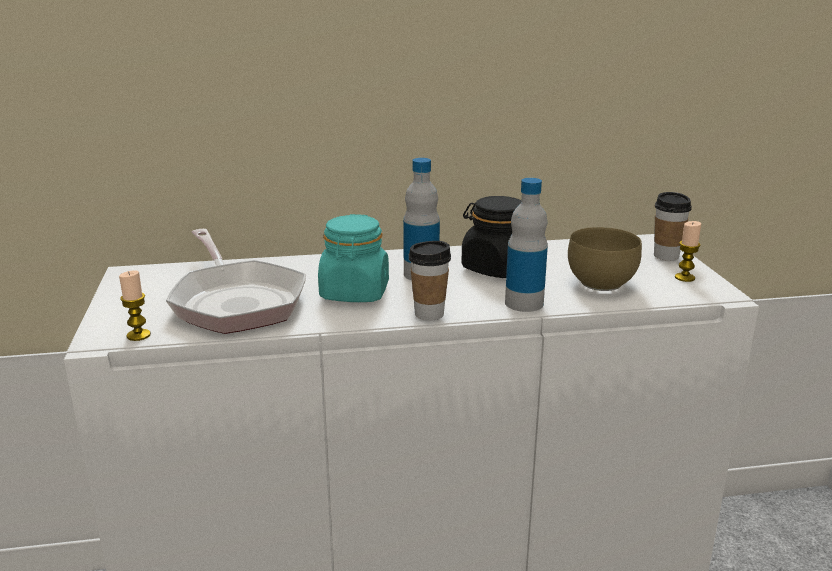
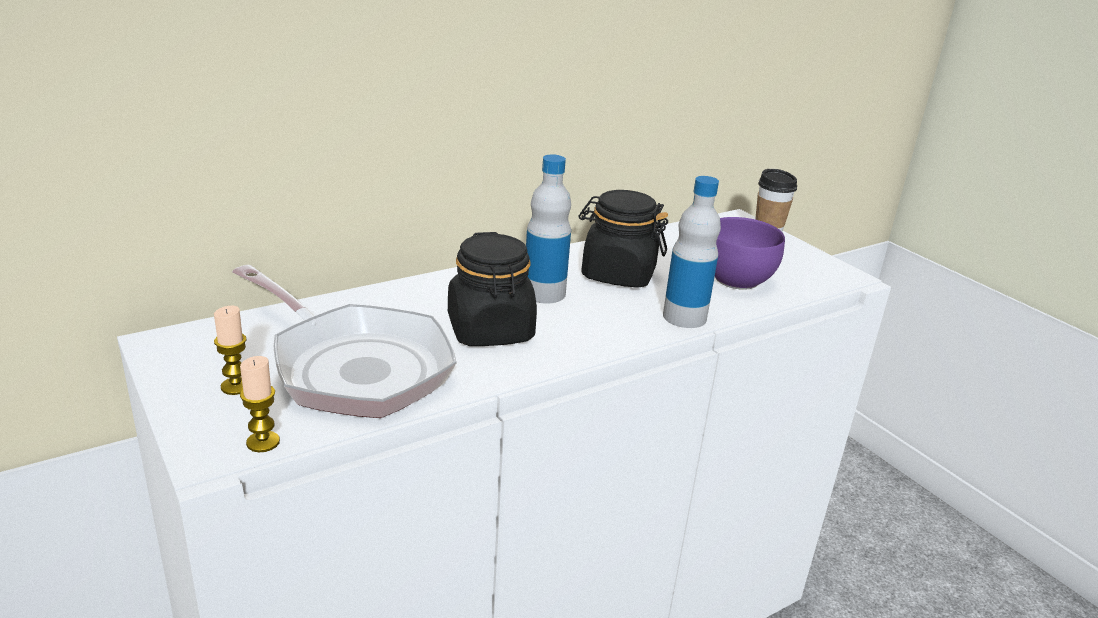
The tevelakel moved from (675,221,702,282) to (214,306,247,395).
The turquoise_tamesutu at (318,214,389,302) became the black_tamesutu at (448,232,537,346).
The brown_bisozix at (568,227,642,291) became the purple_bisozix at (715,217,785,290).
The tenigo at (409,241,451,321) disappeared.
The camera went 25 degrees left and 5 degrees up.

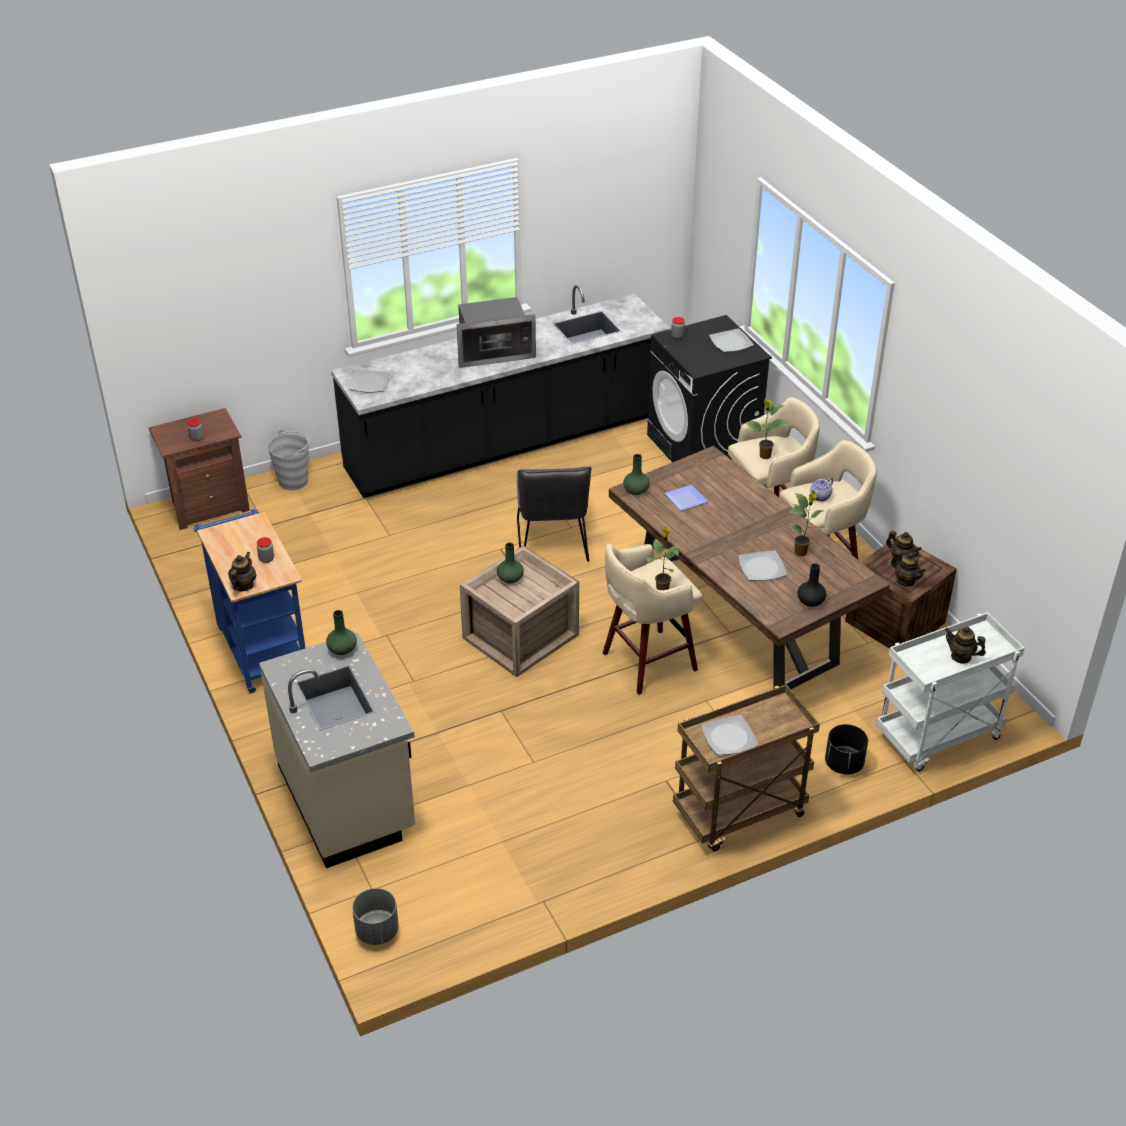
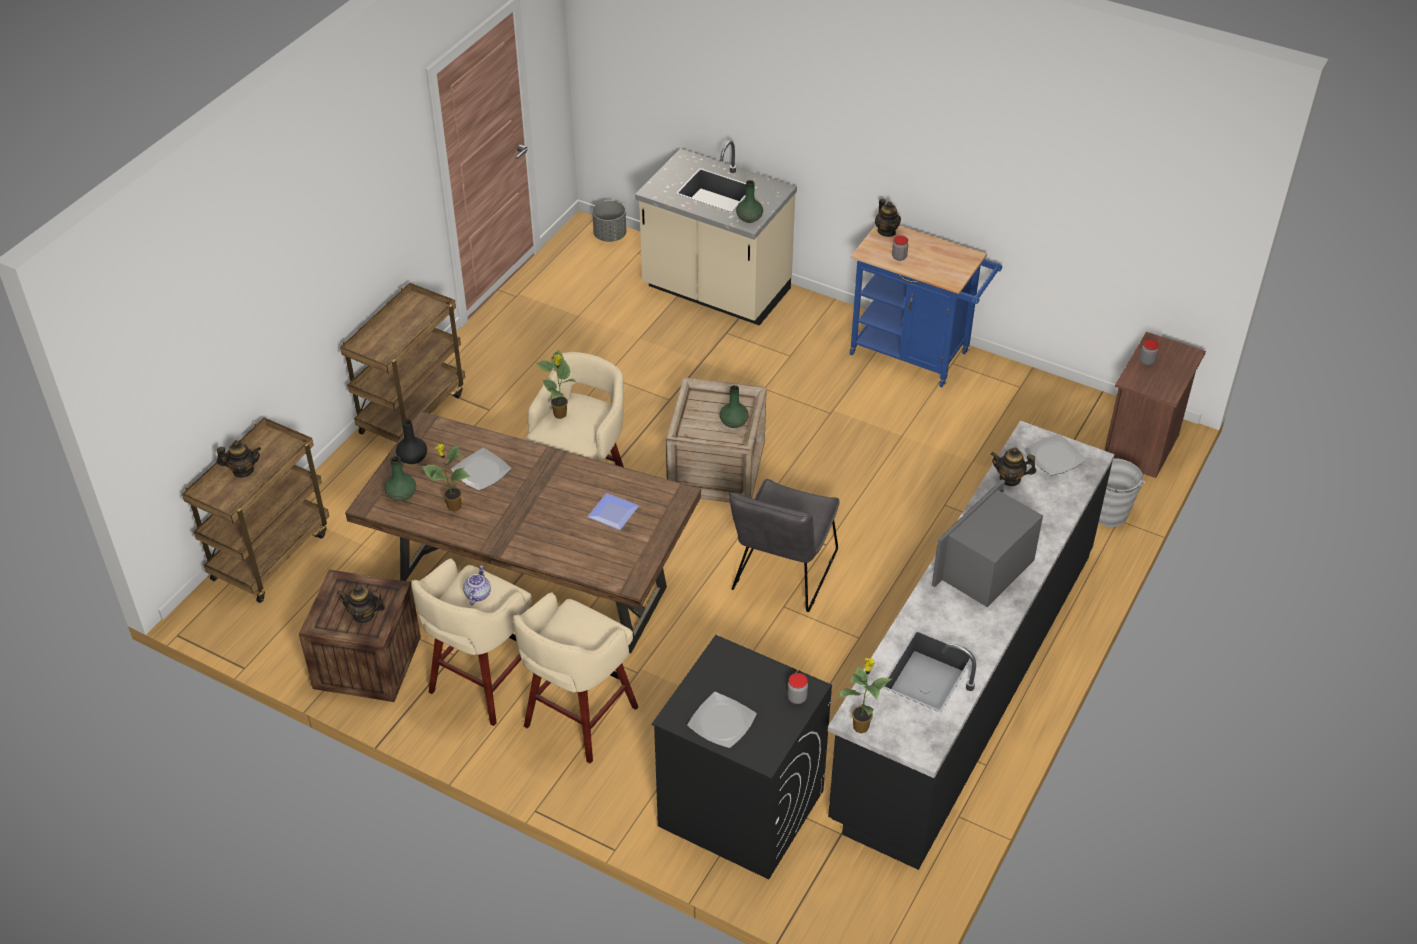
The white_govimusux at (876,612,1025,771) became the brown_govimusux at (182,418,329,603).
The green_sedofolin moved from (623,454,650,495) to (384,456,416,501).
The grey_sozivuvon at (517,467,592,562) turned 120 degrees counterclockwise.
The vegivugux moved from (745,399,789,459) to (838,658,892,734).
The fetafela moved from (891,551,926,586) to (991,447,1036,486).
The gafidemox at (701,715,758,755) disappeared.
The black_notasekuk at (825,724,868,775) disappeared.
The camera went 145 degrees right and 5 degrees up.

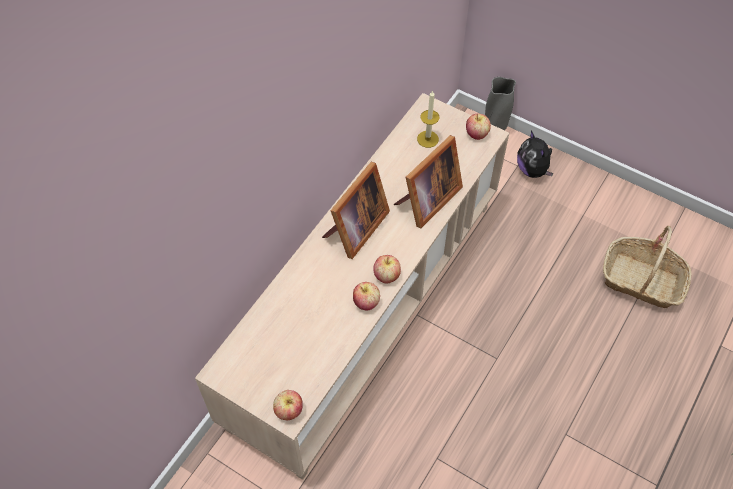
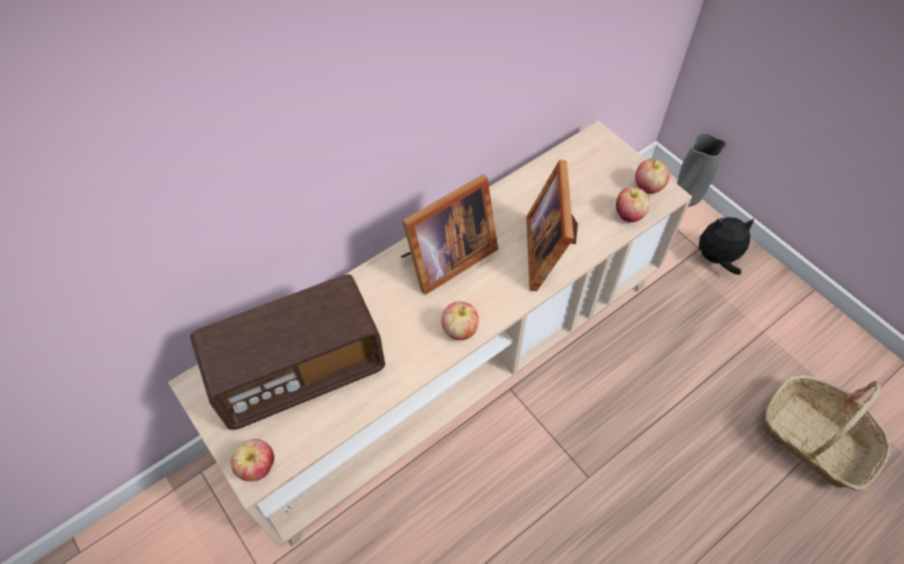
The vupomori at (190,274,385,430) appeared.
The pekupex at (394,135,463,229) turned 120 degrees clockwise.
The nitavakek moved from (353,282,380,310) to (616,187,650,222).
The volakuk at (517,130,554,178) turned 90 degrees clockwise.
The tevelakel at (417,90,440,148) disappeared.
The camera went 20 degrees right and 0 degrees up.

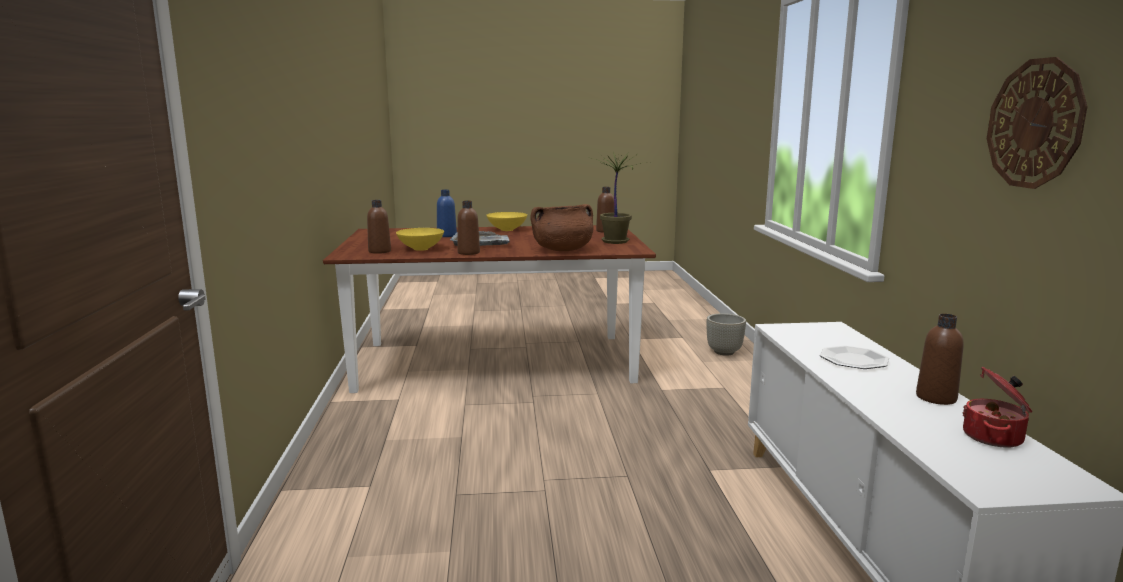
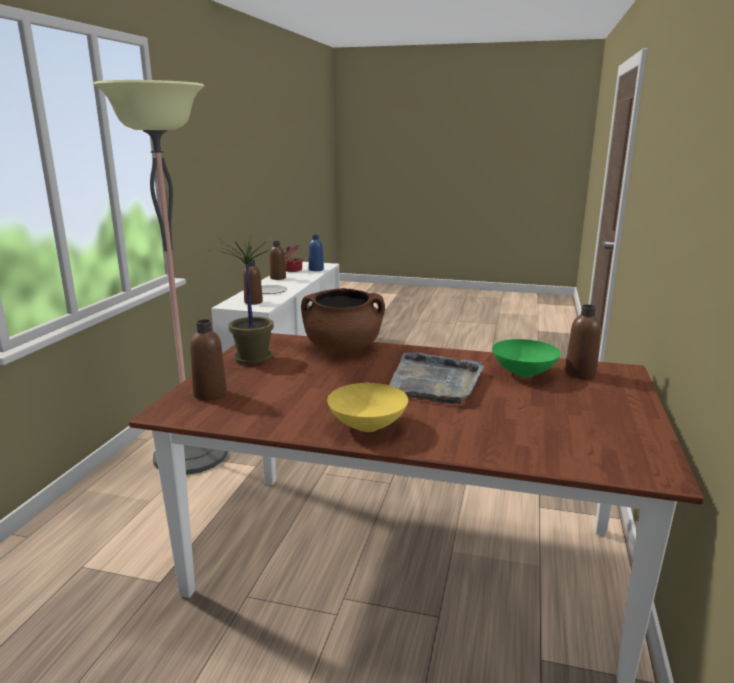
The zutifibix at (93,80,228,475) appeared.
The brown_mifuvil moved from (457,201,480,255) to (243,260,263,305).
The blue_mifuvil moved from (437,190,457,237) to (309,235,324,271).
The yellow_bisozix at (396,228,444,251) became the green_bisozix at (492,339,561,377).
The grey_notasekuk at (706,313,746,356) disappeared.
The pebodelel at (987,57,1088,189) disappeared.
The camera went 160 degrees left and 5 degrees up.

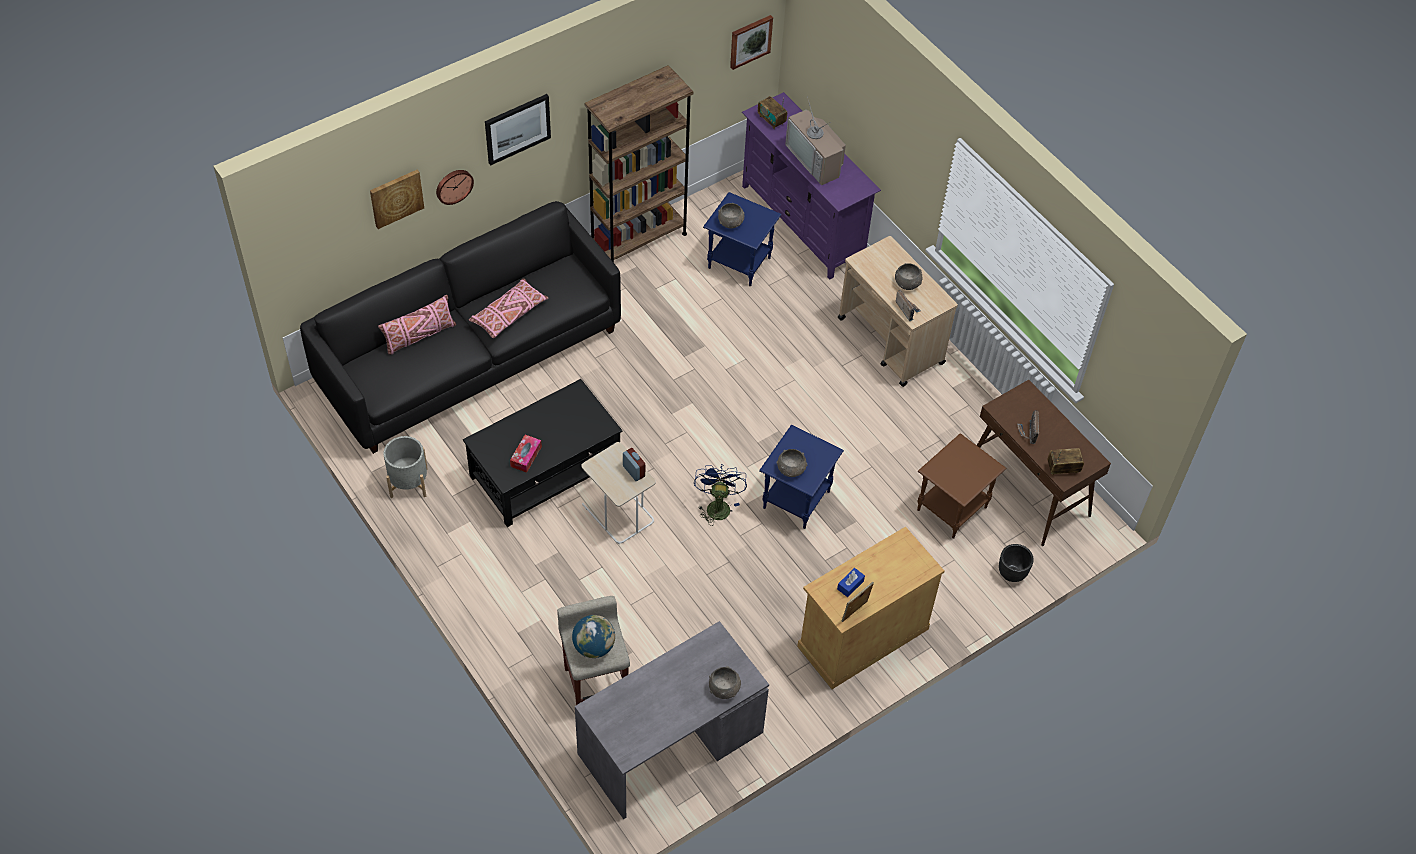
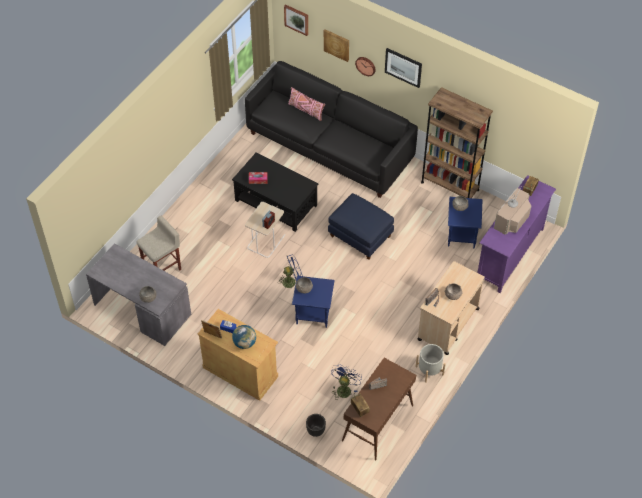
The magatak moved from (572,615,615,658) to (232,325,256,349).
The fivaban moved from (730,15,773,70) to (284,4,308,36).
The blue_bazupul at (328,193,394,260) appeared.
The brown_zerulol at (917,433,1006,539) was replaced by the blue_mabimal at (331,364,362,399).
The grey_notasekuk moved from (384,436,428,498) to (416,344,446,383).
The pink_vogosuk at (469,278,548,338) disappeared.
The camera went 70 degrees right and 0 degrees up.

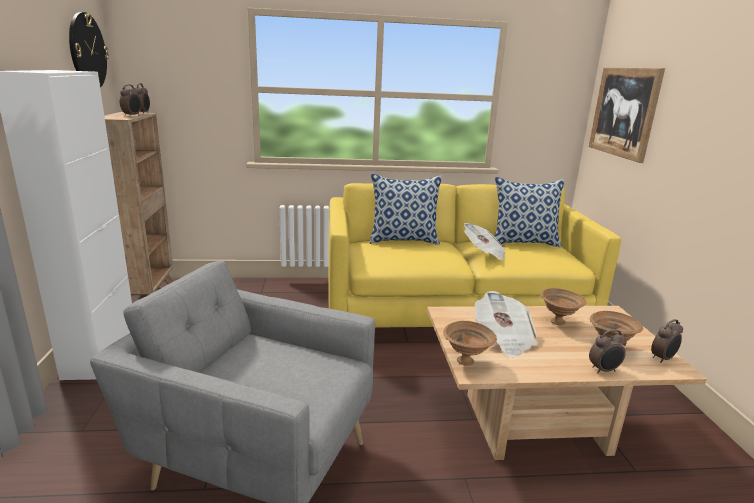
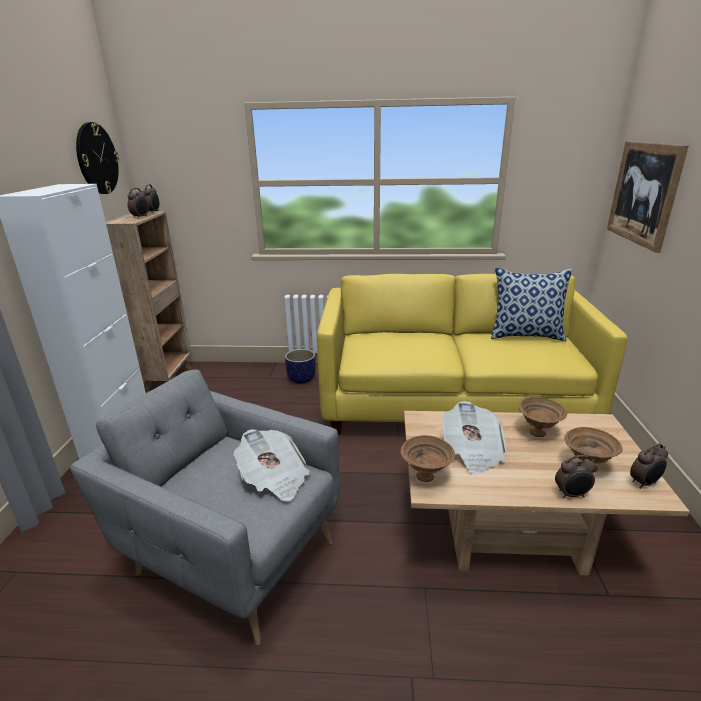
The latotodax moved from (464,223,505,260) to (234,429,310,502).
The notasekuk at (285,349,316,384) appeared.
The vogosuk at (370,174,442,245) disappeared.
The camera went 10 degrees right and 5 degrees up.

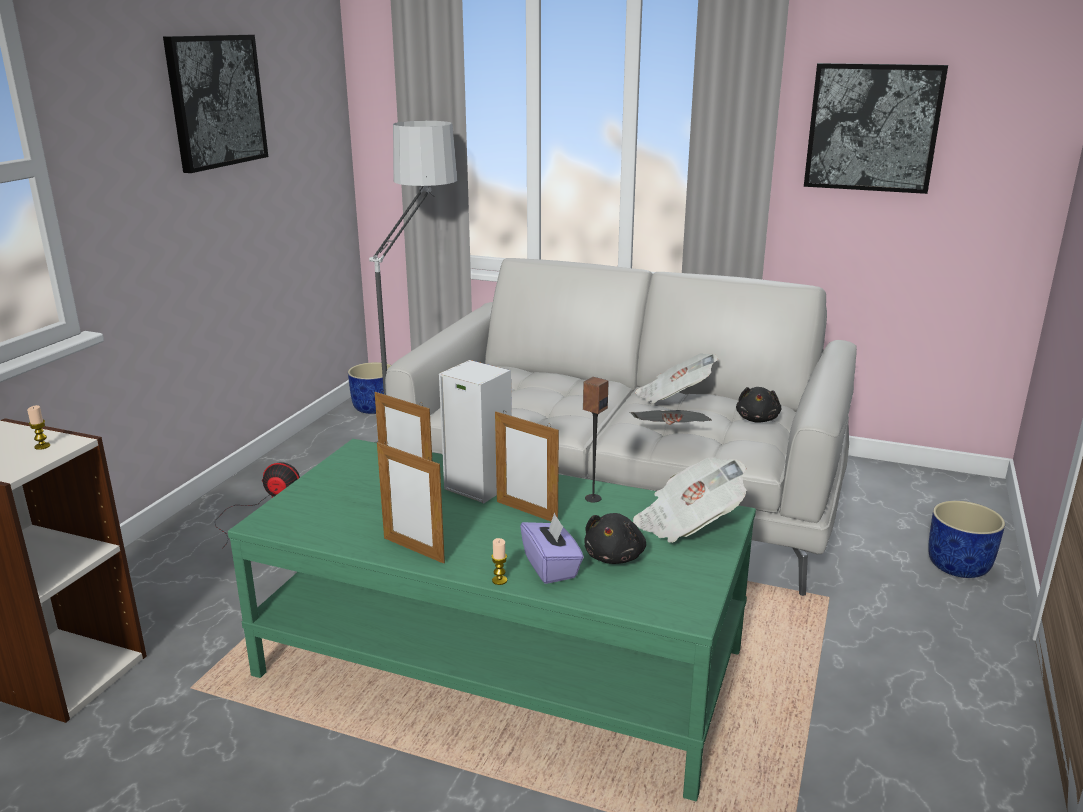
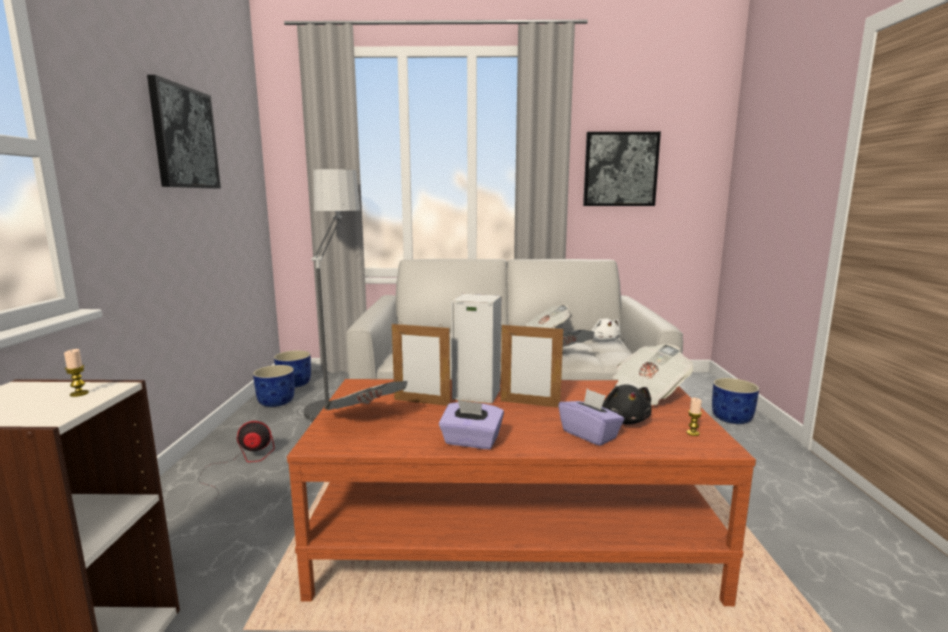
The blue_notasekuk at (253,365,294,407) appeared.
The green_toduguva at (228,439,756,801) became the brown_toduguva at (287,379,756,606).
The latotodax at (324,381,408,410) appeared.
The pekupex at (377,442,445,564) was replaced by the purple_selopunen at (439,399,504,449).
The black_volakuk at (736,387,781,422) became the white_volakuk at (591,319,620,342).
The tevelakel moved from (491,538,507,585) to (686,398,702,436).
The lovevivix at (583,377,609,503) disappeared.
The camera went 20 degrees left and 10 degrees down.

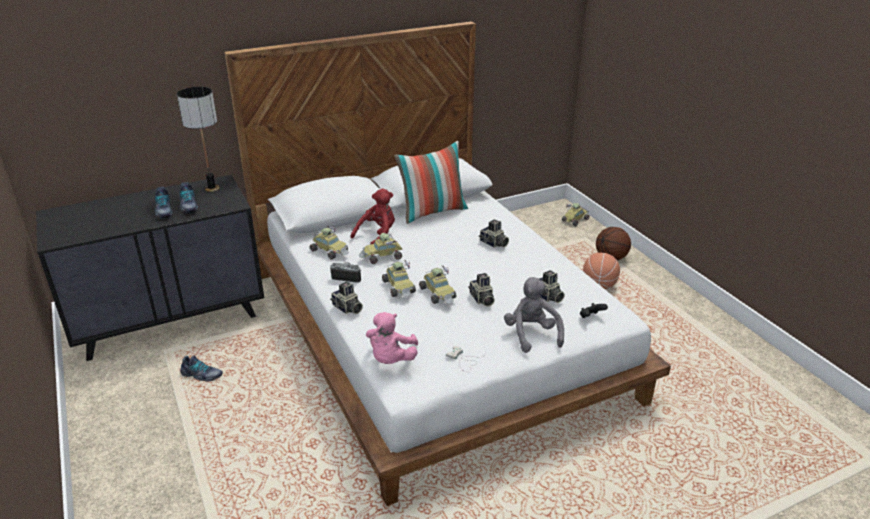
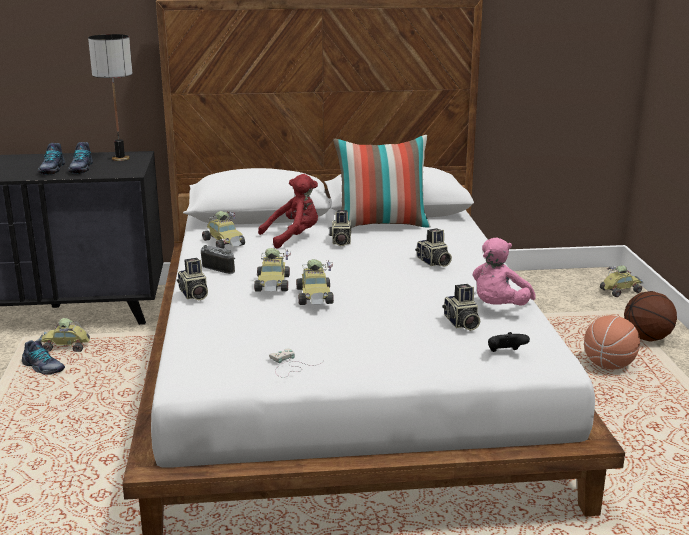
The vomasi moved from (359,233,403,264) to (36,318,90,352).
The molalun moved from (468,273,495,307) to (329,210,352,246).
The pink_volakuk moved from (366,312,418,364) to (472,237,536,305).
The grey_volakuk at (504,277,564,353) disappeared.
The camera went 20 degrees right and 10 degrees down.

